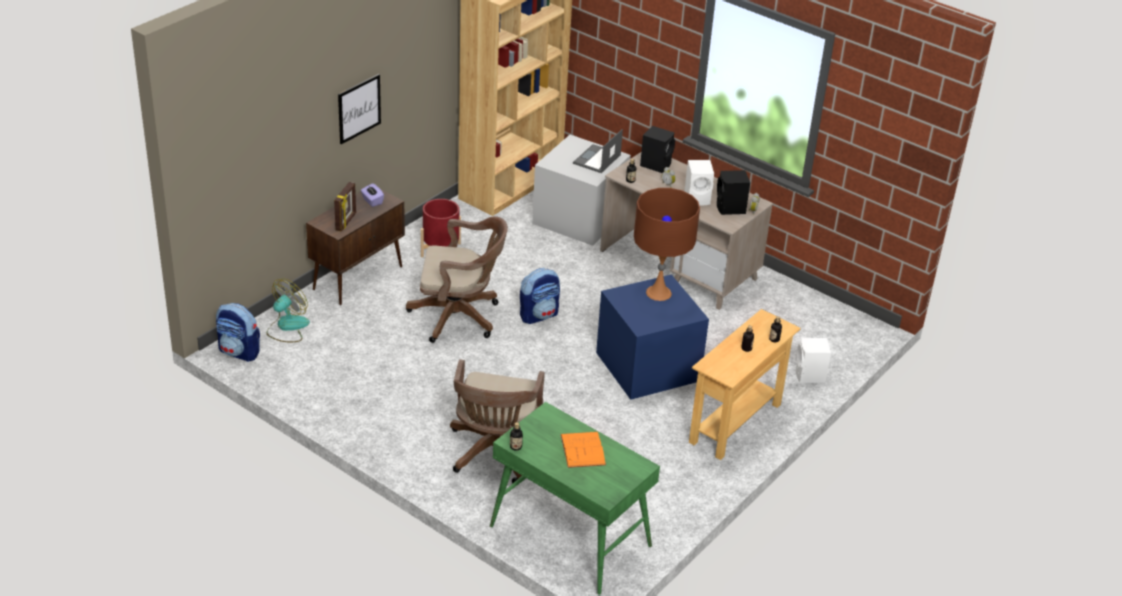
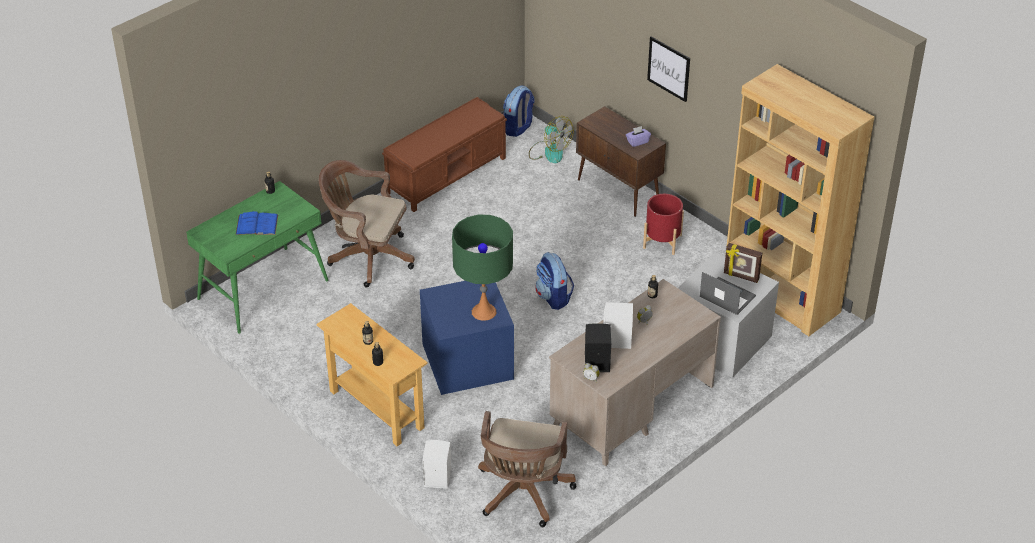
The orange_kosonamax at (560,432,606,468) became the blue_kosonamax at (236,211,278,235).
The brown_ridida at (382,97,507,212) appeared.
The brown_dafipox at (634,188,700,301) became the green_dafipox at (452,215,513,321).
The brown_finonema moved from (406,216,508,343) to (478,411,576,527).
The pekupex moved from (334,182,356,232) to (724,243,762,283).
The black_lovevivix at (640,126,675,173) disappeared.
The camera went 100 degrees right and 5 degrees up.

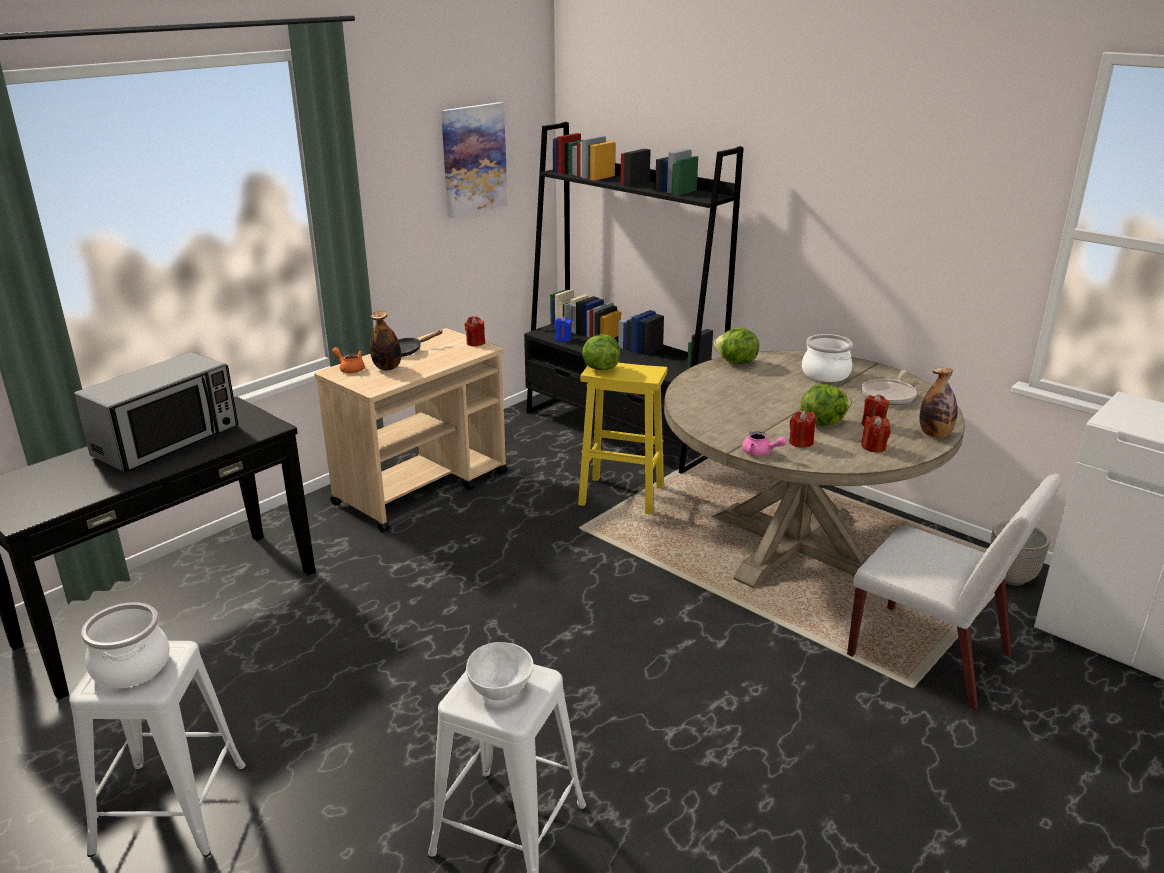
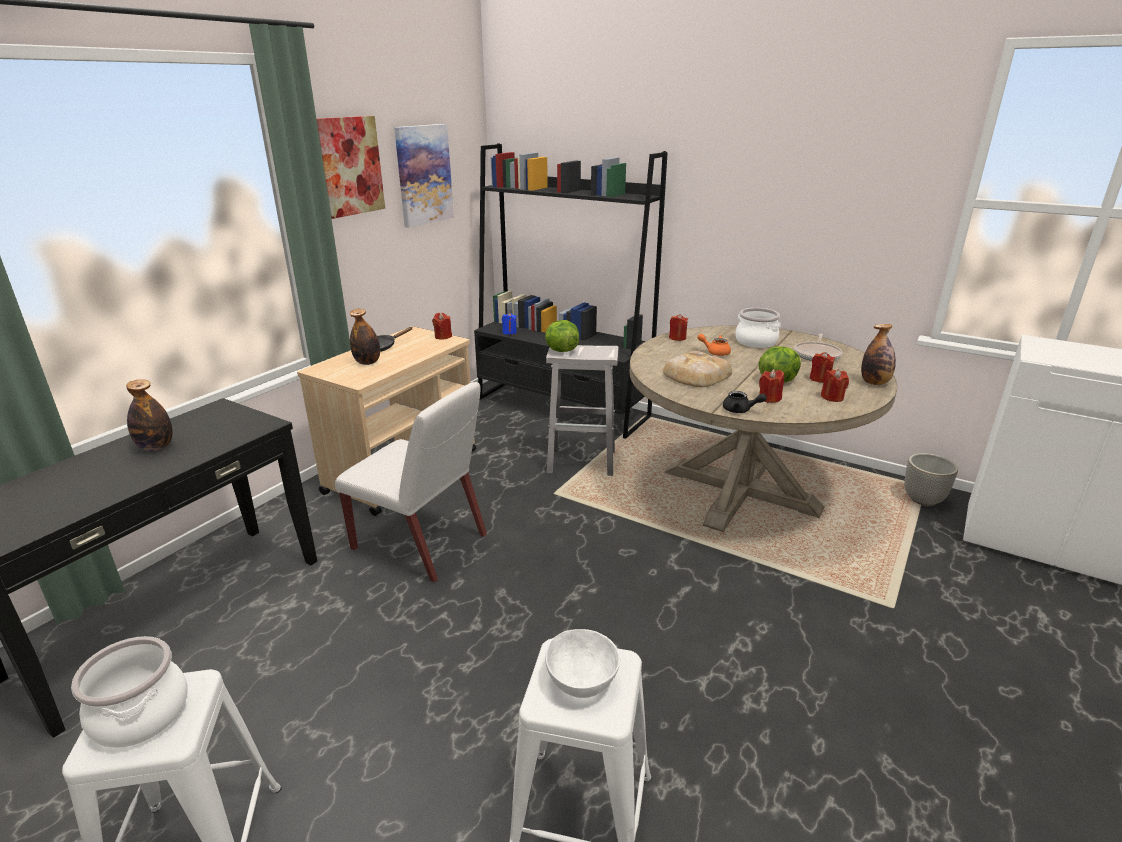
The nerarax at (74,352,238,472) was replaced by the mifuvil at (126,379,173,451).
The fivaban at (316,116,385,219) appeared.
The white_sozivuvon moved from (847,473,1062,711) to (335,382,487,582).
The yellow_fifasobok at (578,362,667,515) became the white_fifasobok at (546,345,618,476).
The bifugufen at (663,351,732,387) appeared.
The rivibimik at (714,328,759,365) was replaced by the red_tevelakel at (669,314,688,341).
The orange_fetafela moved from (332,347,365,373) to (697,334,731,356).
The pink_fetafela at (742,431,787,456) became the black_fetafela at (723,391,767,413).
The camera went 10 degrees left and 0 degrees up.

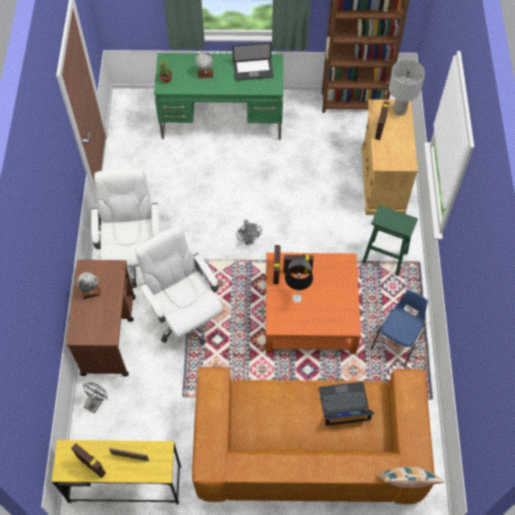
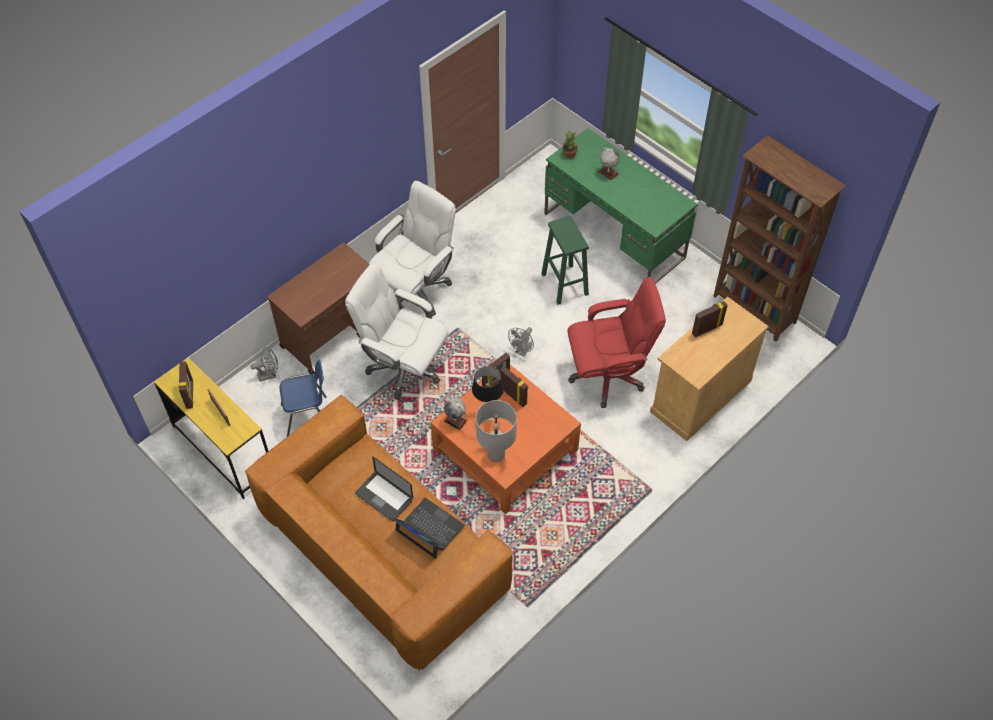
The blue_sozivuvon moved from (371,290,428,368) to (280,360,327,437).
The white_finonema at (135,226,223,345) turned 75 degrees counterclockwise.
The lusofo moved from (232,43,274,81) to (355,457,413,521).
The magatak moved from (77,272,100,299) to (444,398,467,430).
The grey_dafipox moved from (389,59,425,116) to (476,400,517,462).
The green_fifasobok moved from (362,205,418,276) to (541,216,589,305).
The red_finonema at (567,277,666,408) appeared.
The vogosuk at (377,467,444,488) disappeared.
The camera went 45 degrees right and 5 degrees down.

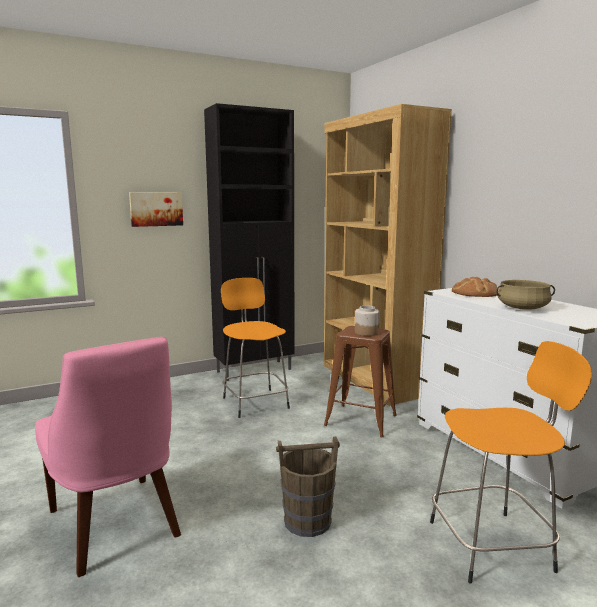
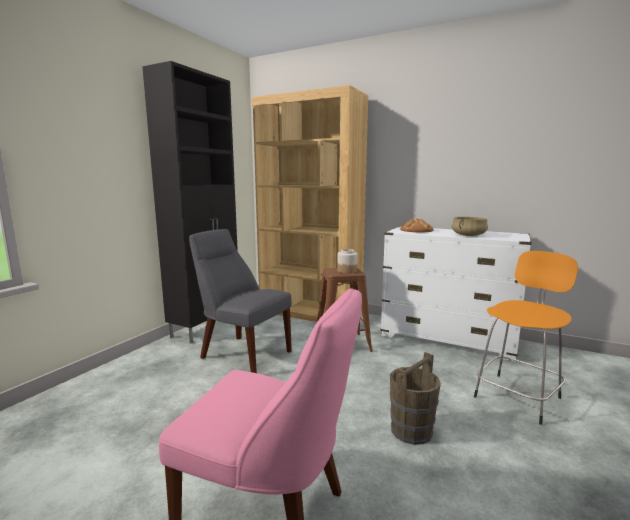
The orange_fifasobok at (221,278,290,418) was replaced by the grey_sozivuvon at (189,229,292,373).
The fivaban at (129,192,183,227) disappeared.
The camera went 35 degrees left and 0 degrees up.

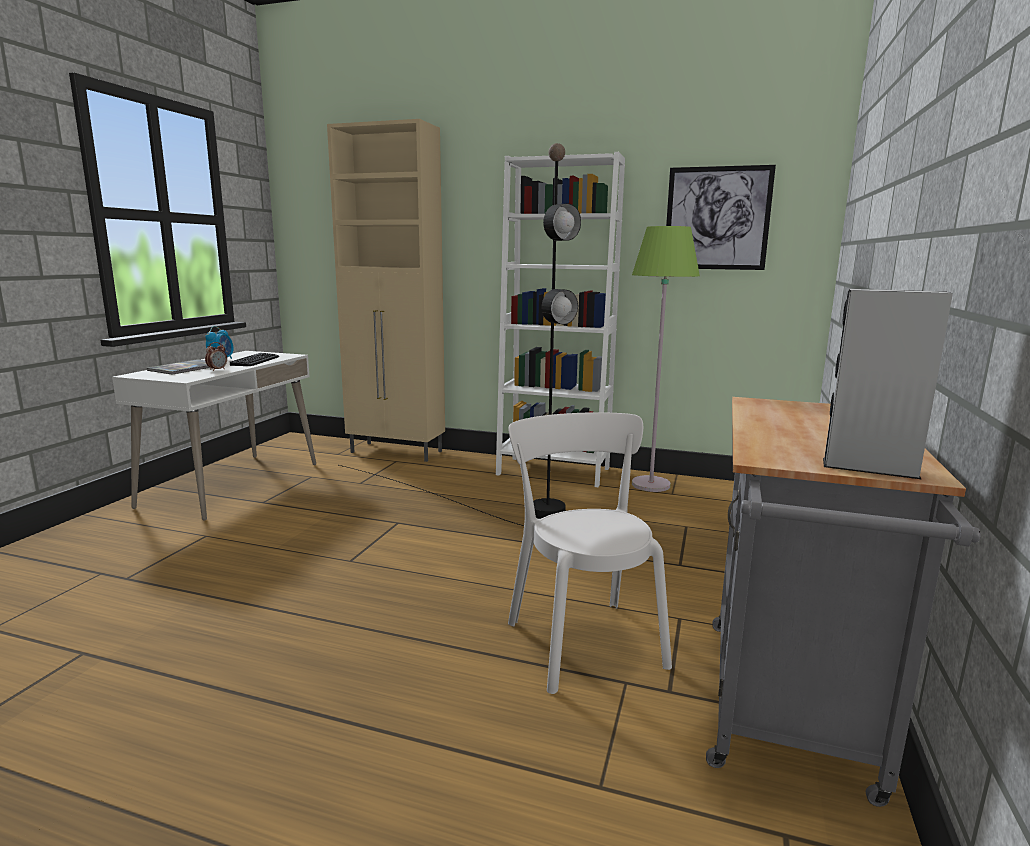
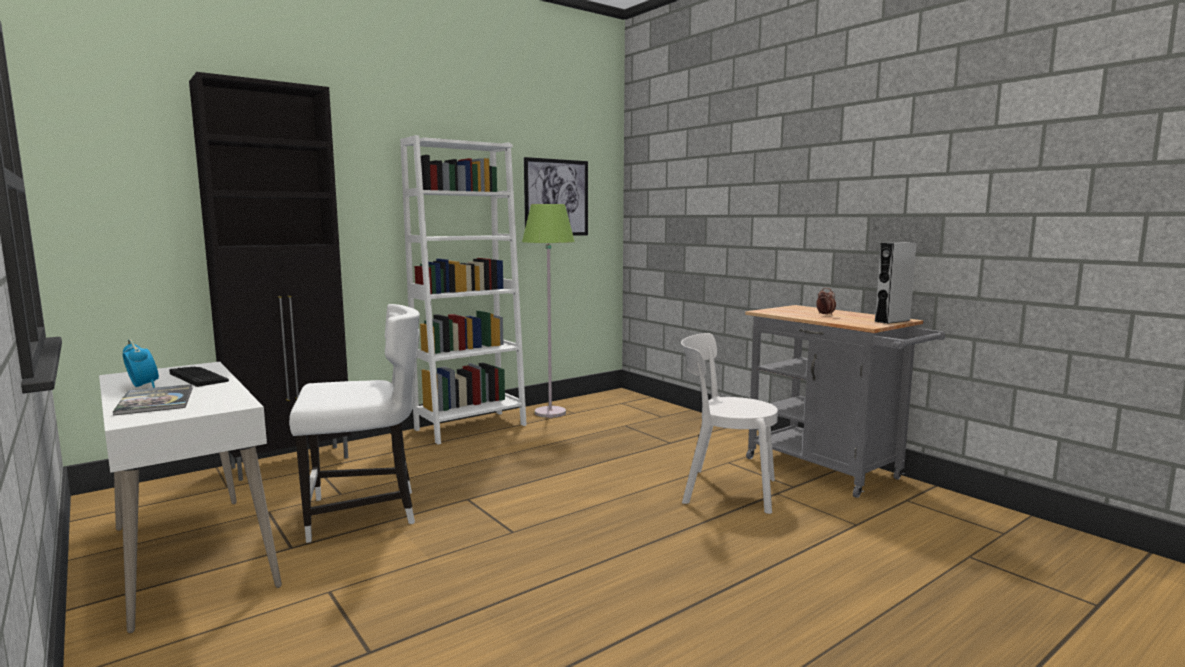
The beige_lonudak at (327,119,445,462) became the black_lonudak at (189,72,351,481).
The white_sozivuvon at (289,304,420,543) appeared.
The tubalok moved from (205,342,227,371) to (816,288,836,316).
The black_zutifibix at (339,143,581,526) disappeared.
The camera went 55 degrees left and 5 degrees down.

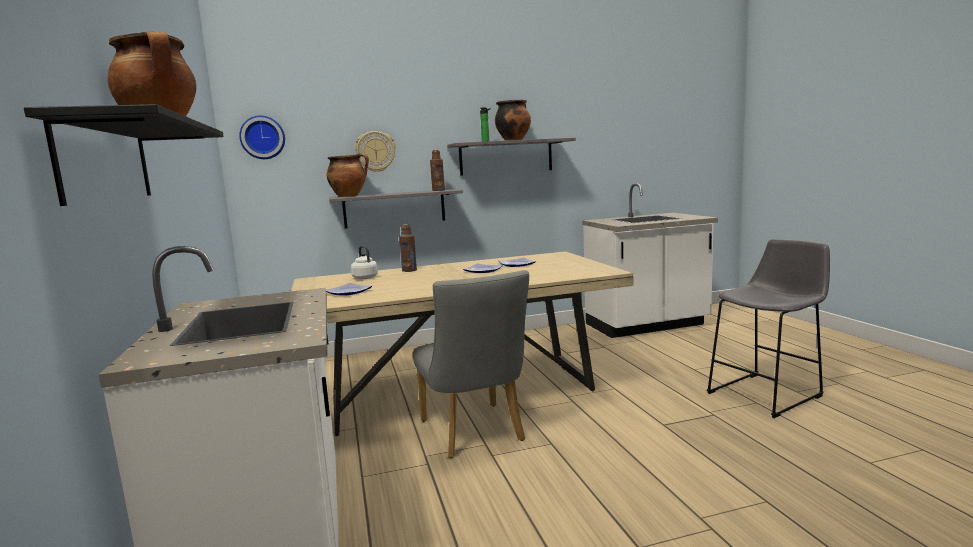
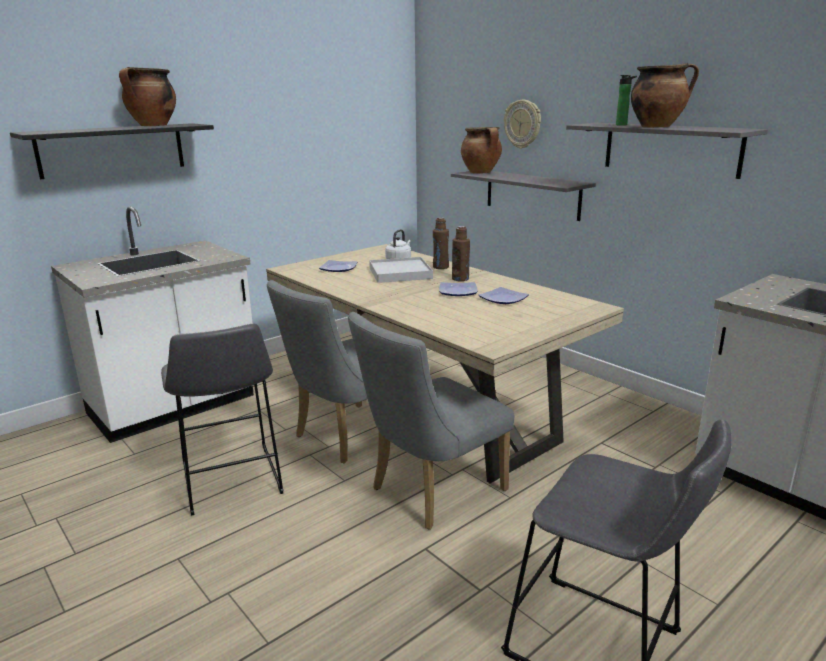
The grey_fifasobok at (161,324,283,516) appeared.
The grey_sozivuvon at (348,312,514,530) appeared.
The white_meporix at (369,257,433,283) appeared.
The brown_mifuvil moved from (430,150,445,191) to (452,226,470,281).
The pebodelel at (239,115,285,159) disappeared.
The camera went 65 degrees right and 10 degrees up.

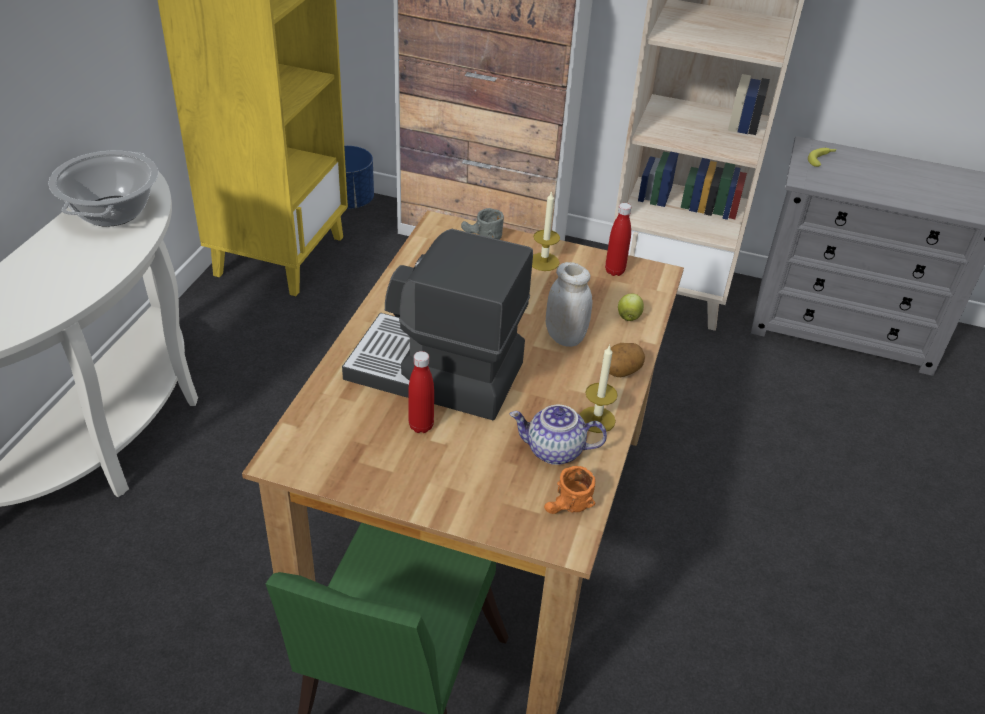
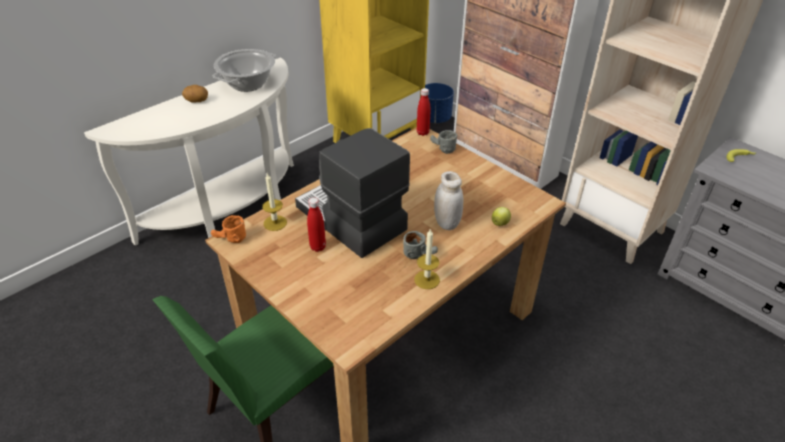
The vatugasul moved from (609,343,645,377) to (182,85,208,103).
The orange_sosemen moved from (544,466,595,514) to (211,215,246,243).
The tevelakel moved from (532,191,560,271) to (262,173,287,231).
The grey_sosemen at (403,231,438,259) appeared.
The red_mifuvil moved from (605,203,631,276) to (417,88,431,136).
The fetafela at (509,405,607,465) disappeared.
The camera went 30 degrees right and 0 degrees up.

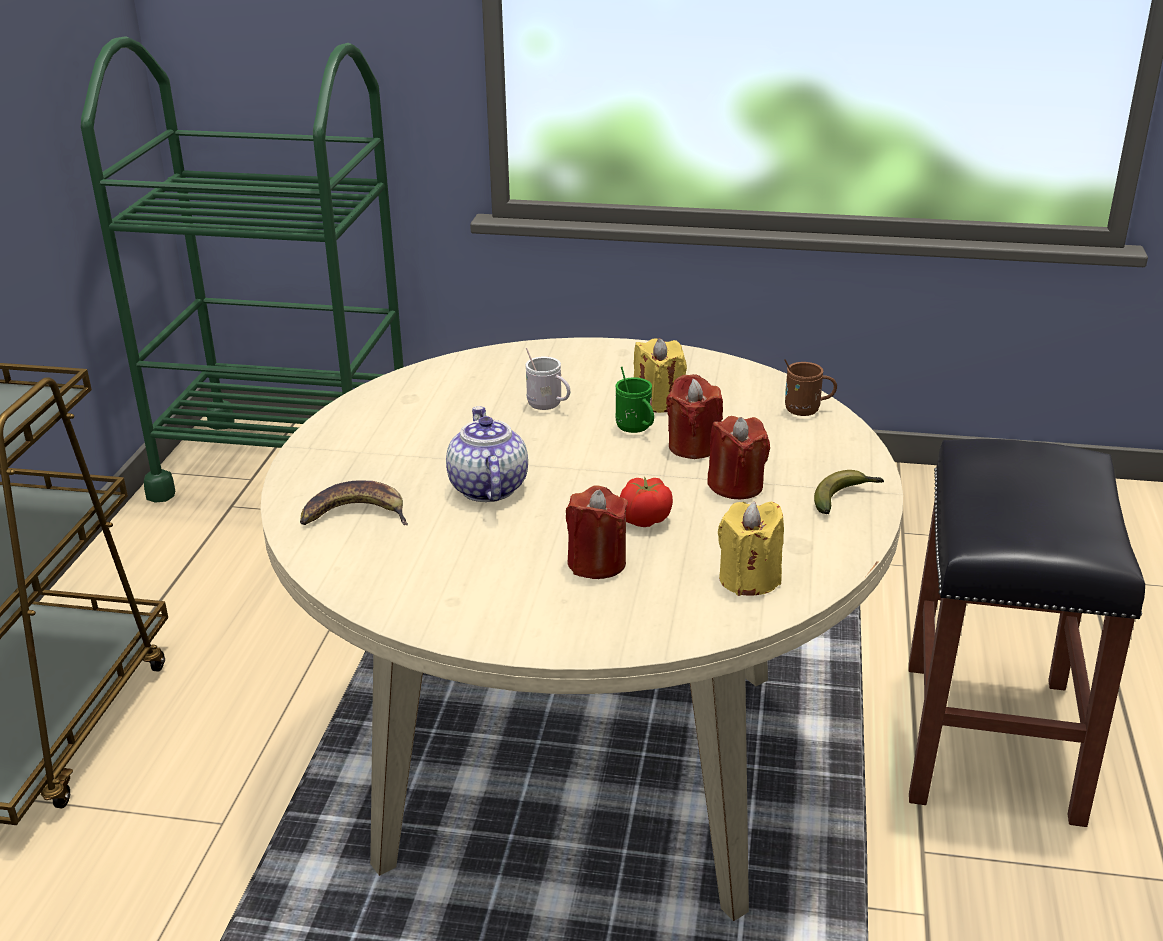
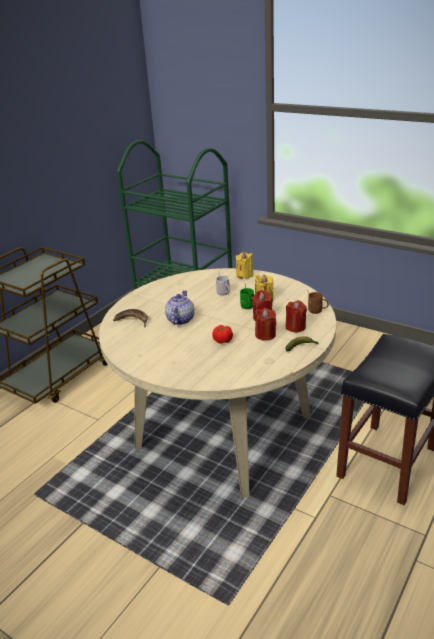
The yellow_tevelakel moved from (718,502,784,596) to (236,251,253,279).
The red_tevelakel moved from (566,485,628,579) to (286,300,307,332).
The camera went 25 degrees right and 0 degrees up.

